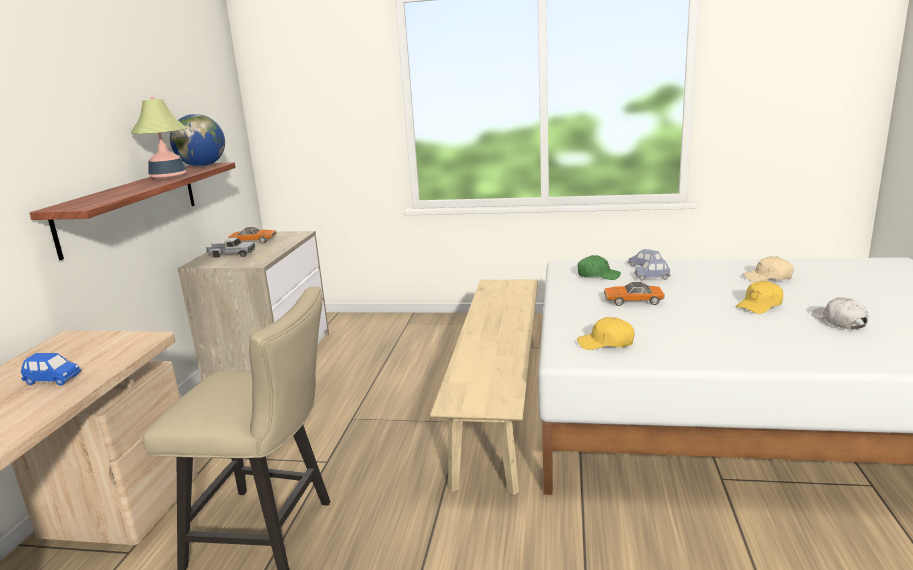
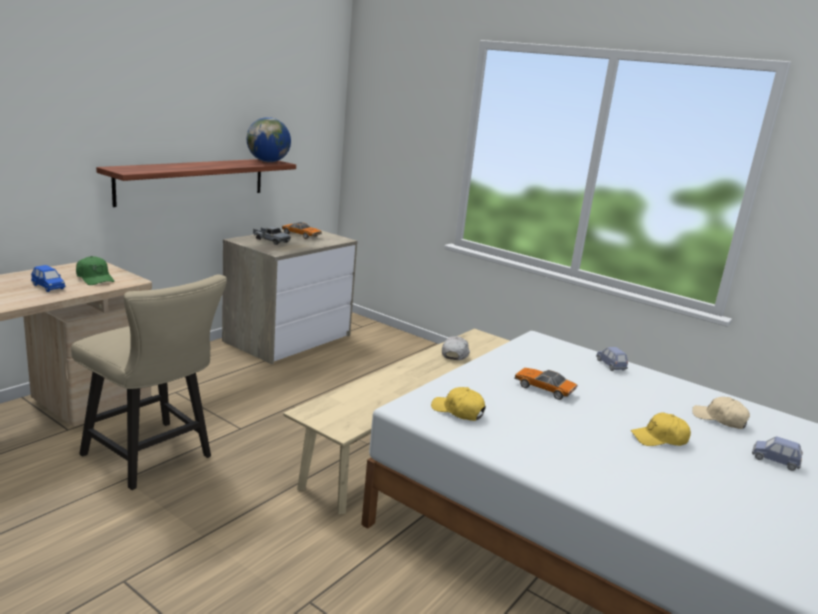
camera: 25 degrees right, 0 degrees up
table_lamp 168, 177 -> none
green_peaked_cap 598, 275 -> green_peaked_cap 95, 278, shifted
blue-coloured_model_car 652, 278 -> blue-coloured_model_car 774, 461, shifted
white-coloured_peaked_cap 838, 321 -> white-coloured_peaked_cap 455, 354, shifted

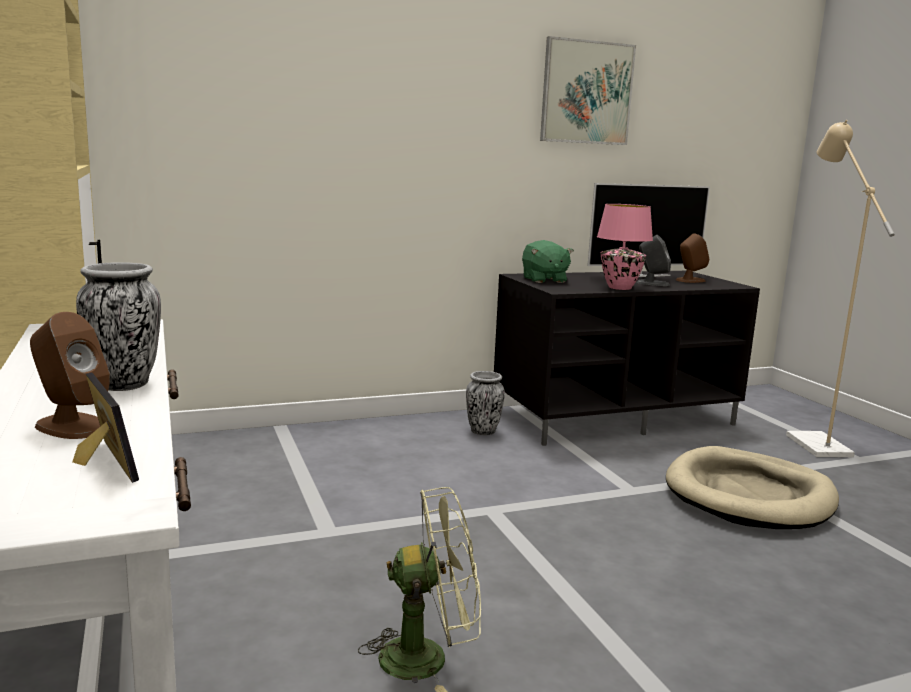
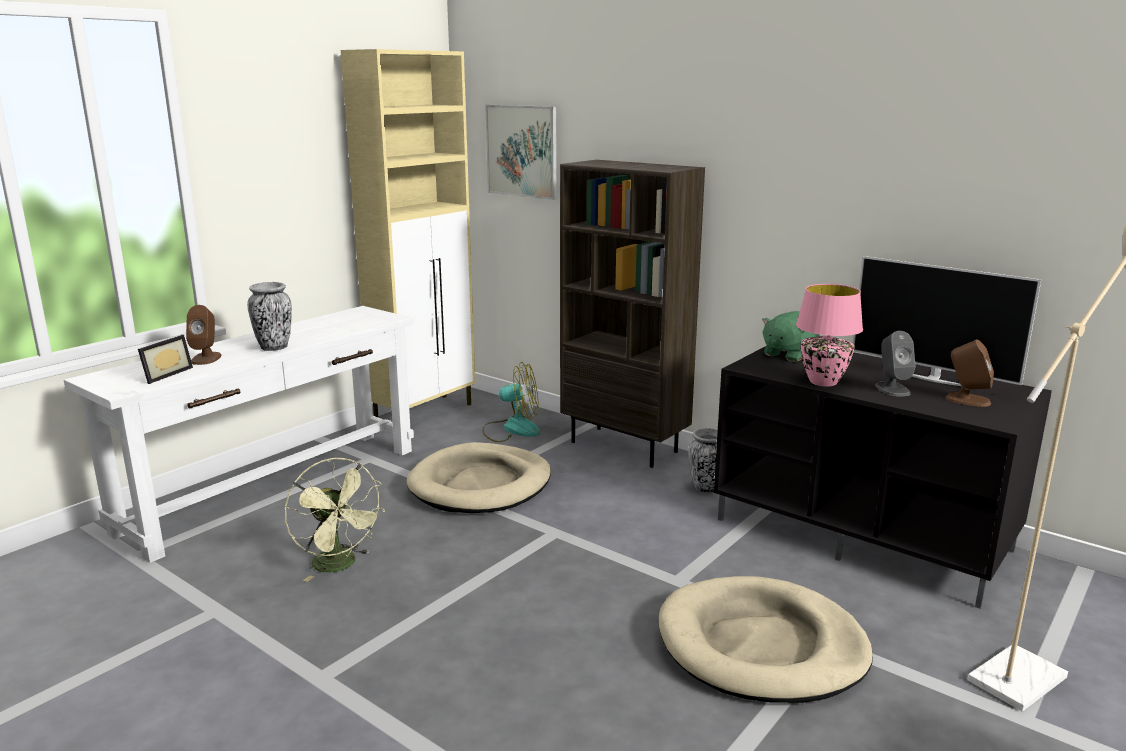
camera: 60 degrees right, 5 degrees up
none -> beige-coloured_dog_bed 481, 484
none -> fan 512, 429
none -> brown-coloured_bookshelf 625, 446
wall_picture 586, 92 -> wall_picture 522, 151, shifted

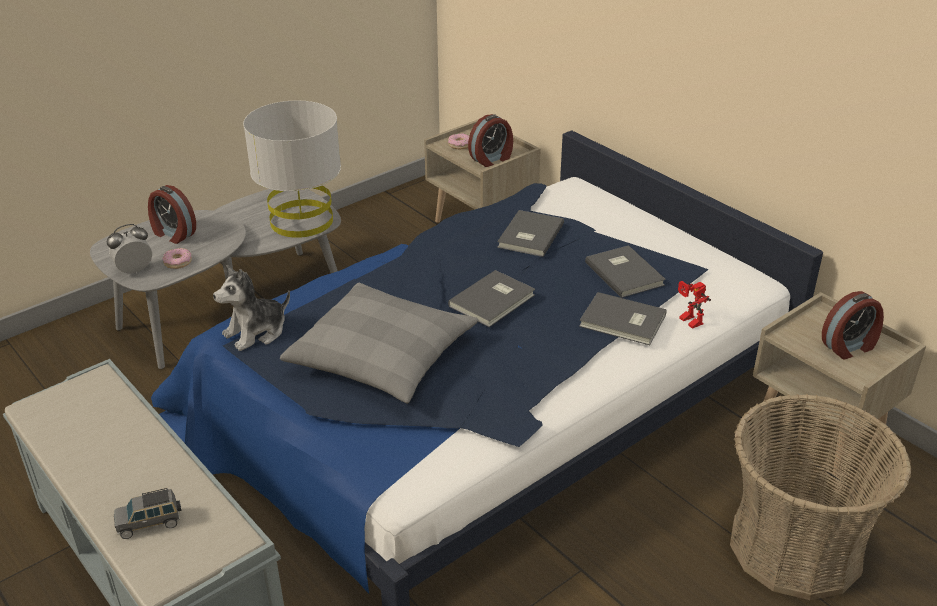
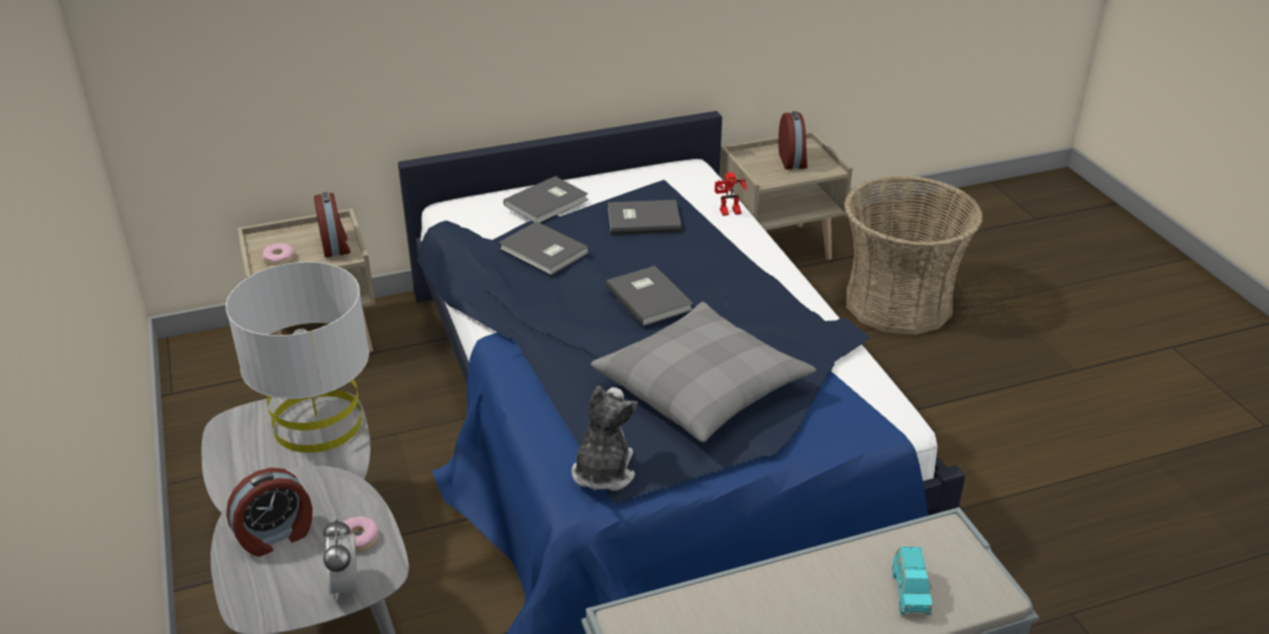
camera: 70 degrees left, 0 degrees up
greyish_bound_book 623, 322 -> greyish_bound_book 548, 202, shifted
greyish_model_car 150, 523 -> blue-green_model_car 910, 592
cuddly_toy 256, 332 -> cuddly_toy 603, 471, 150 degrees counterclockwise

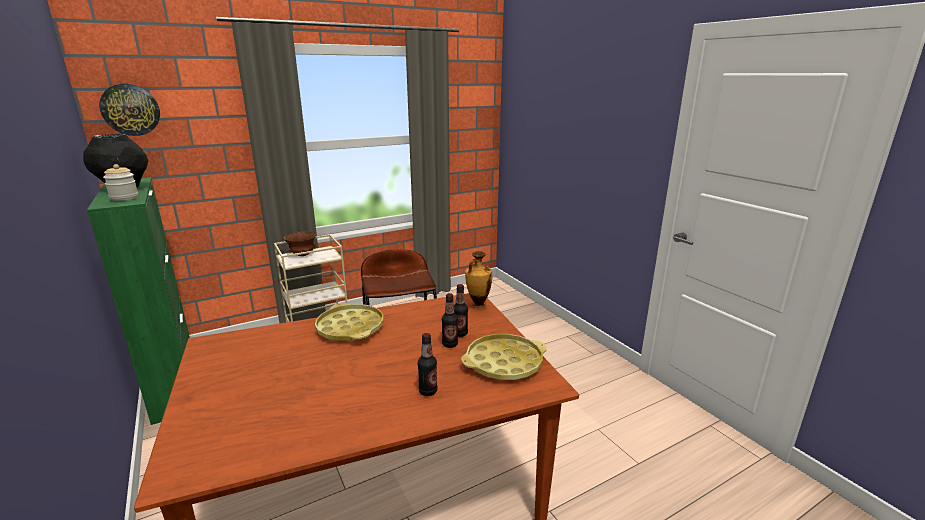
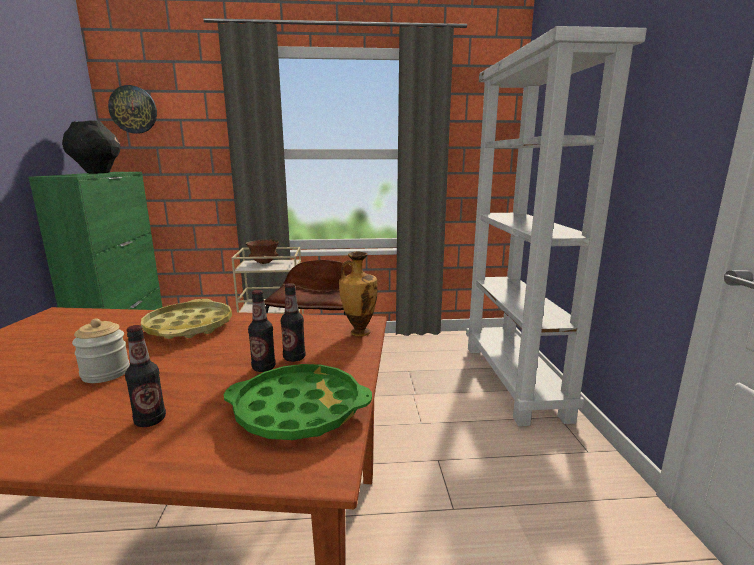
camera: 25 degrees right, 5 degrees down
none -> white-coloured_bookshelf 515, 380
jar 124, 198 -> jar 106, 373, shifted
yellow-coloured_carrying_tray 504, 363 -> green_carrying_tray 299, 410

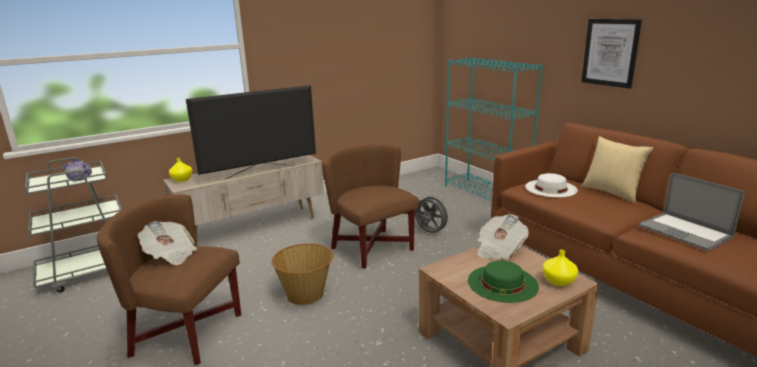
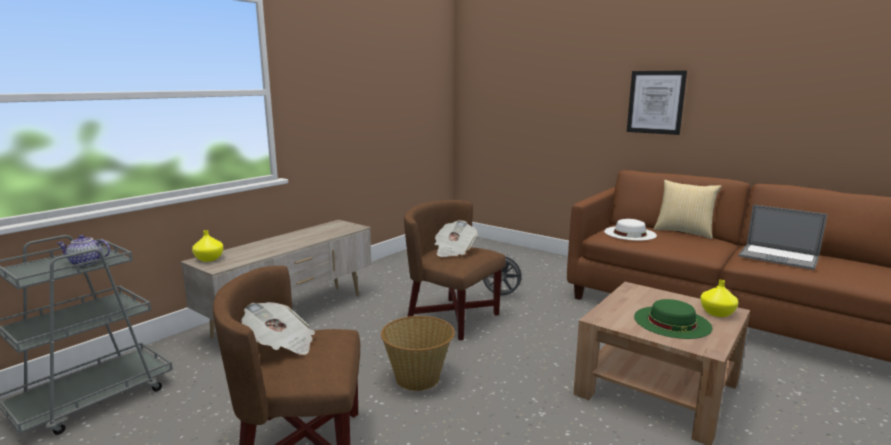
camera: 20 degrees left, 5 degrees down
TV_set 261, 172 -> none
blue-green_bookshelf 486, 194 -> none
printed_paper 499, 249 -> printed_paper 453, 251, shifted

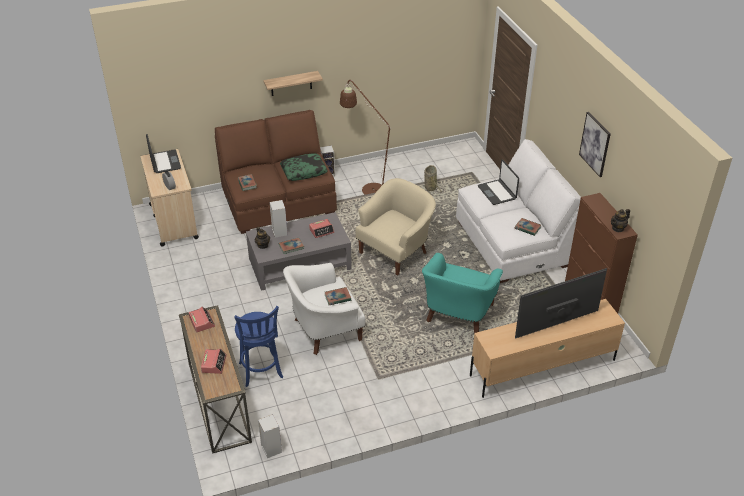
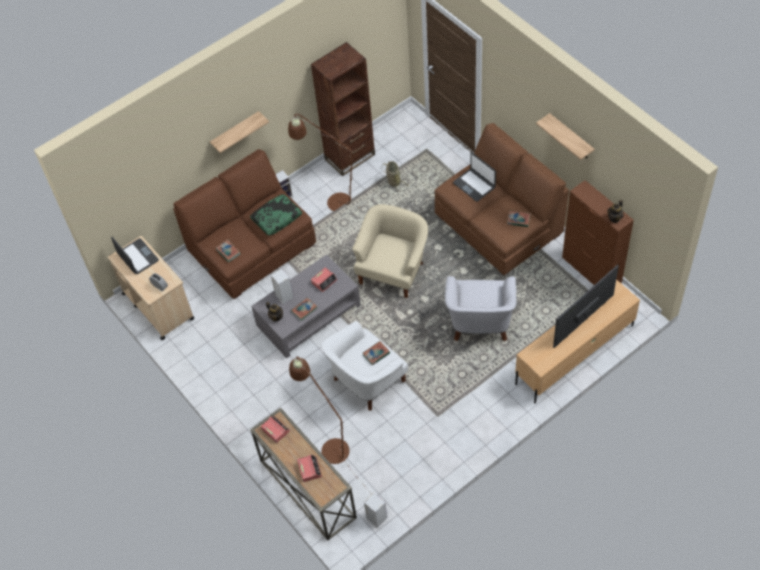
camera: 15 degrees left, 15 degrees up
none -> brown-coloured_bookshelf 350, 157
blue-coloured_stool 261, 372 -> brown-coloured_standing_lamp 330, 445
wall_picture 595, 144 -> bracket_shelf 571, 137
blue-green_lounge_chair 458, 315 -> white-coloured_lounge_chair 480, 323
white-coloured_sofa 512, 243 -> brown-coloured_sofa 498, 225

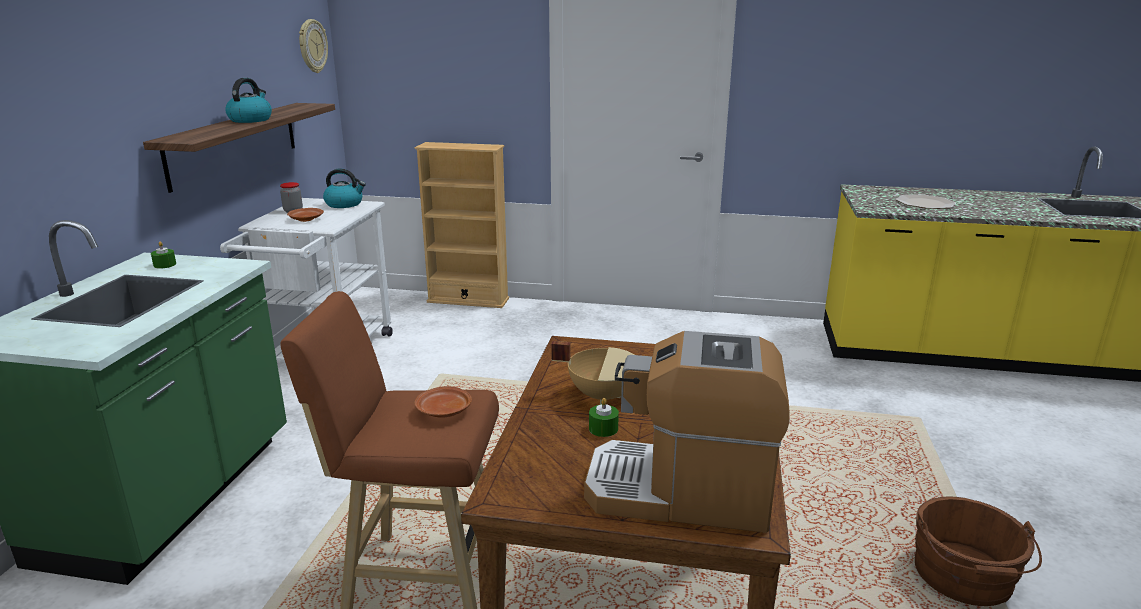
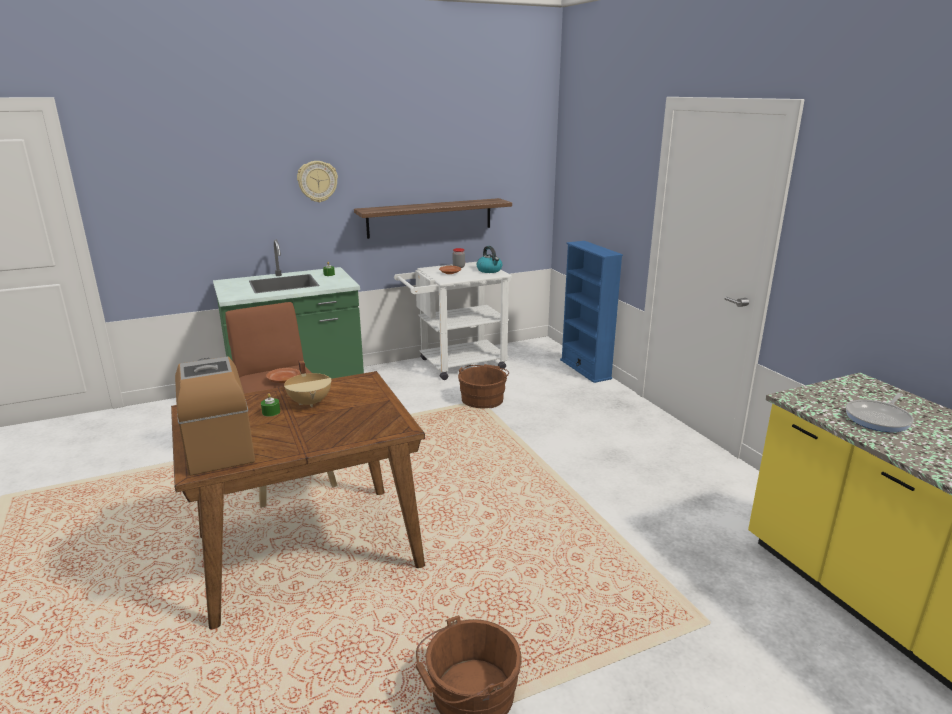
camera: 55 degrees right, 0 degrees up
water_kettle 250, 120 -> none
none -> brown-coloured_bucket 483, 398
clock_on_the_wall 312, 46 -> clock_on_the_wall 317, 181, shifted
plate 925, 203 -> skillet 879, 418
beige-coloured_bookshelf 468, 300 -> blue-coloured_bookshelf 585, 369

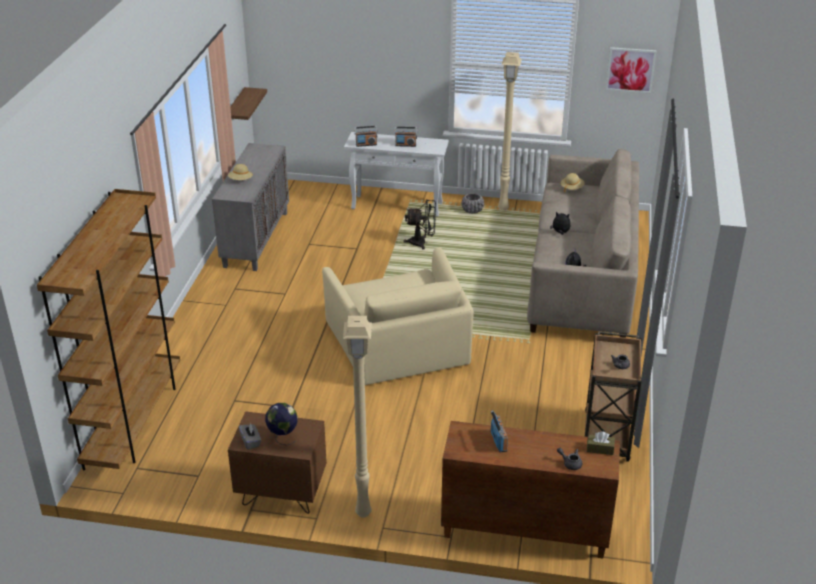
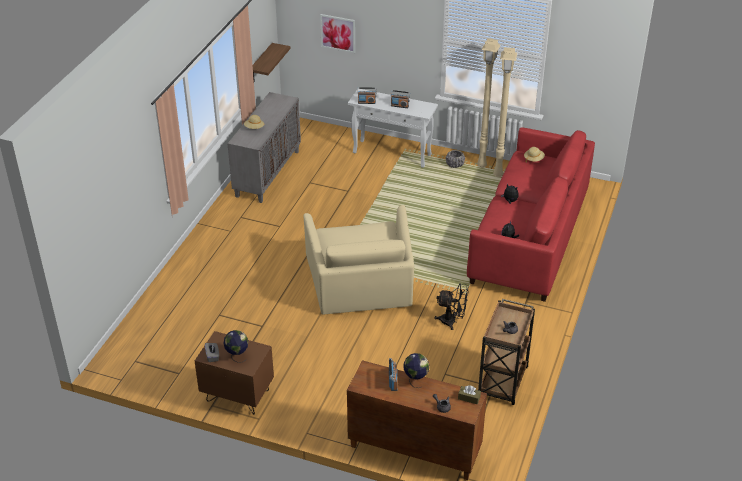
camera: 10 degrees right, 5 degrees up
brown-coloured_bookshelf 134, 421 -> none
none -> world_globe 415, 380
beige-coloured_standing_lamp 362, 512 -> beige-coloured_standing_lamp 497, 175, shifted
blackish_fan 422, 243 -> blackish_fan 452, 321, shifted
wall_picture 630, 70 -> wall_picture 338, 33, shifted
beige-coloured_sofa 582, 276 -> red-coloured_sofa 529, 237

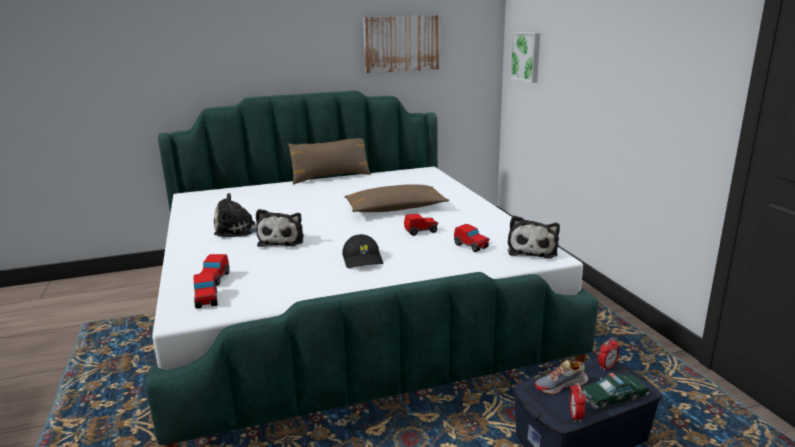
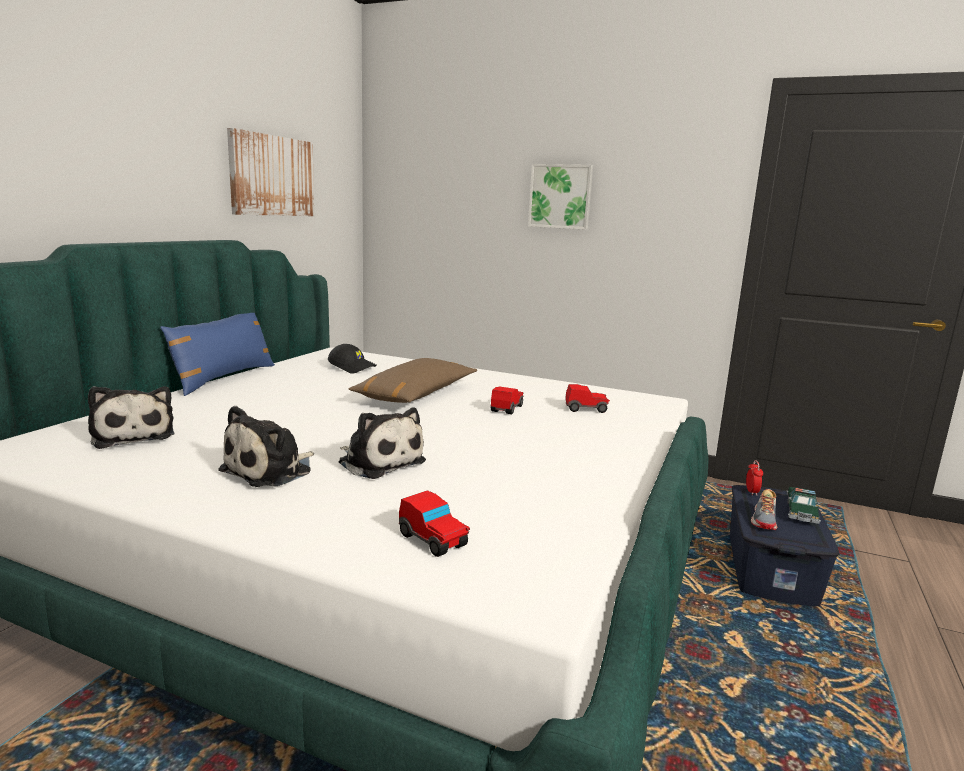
camera: 50 degrees left, 5 degrees down
model_car 206, 300 -> none
bedside_clock 575, 416 -> none
blackish_peaked_cap 363, 260 -> blackish_peaked_cap 353, 367, shifted
cuddly_toy 532, 250 -> cuddly_toy 132, 435, shifted
wall_picture 526, 56 -> wall_picture 560, 196, shifted
brown-coloured_throw_pillow 330, 177 -> blue-coloured_throw_pillow 224, 378

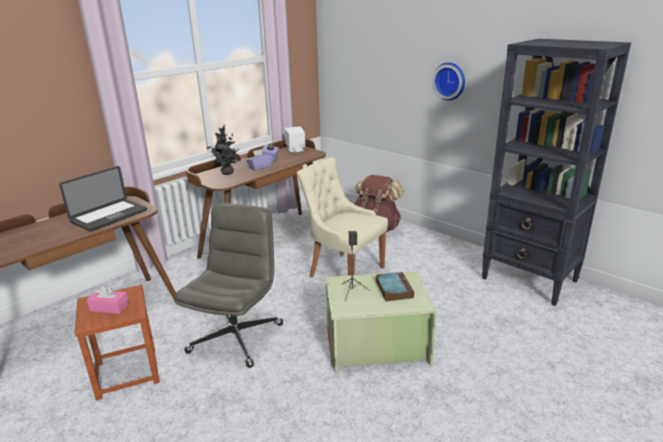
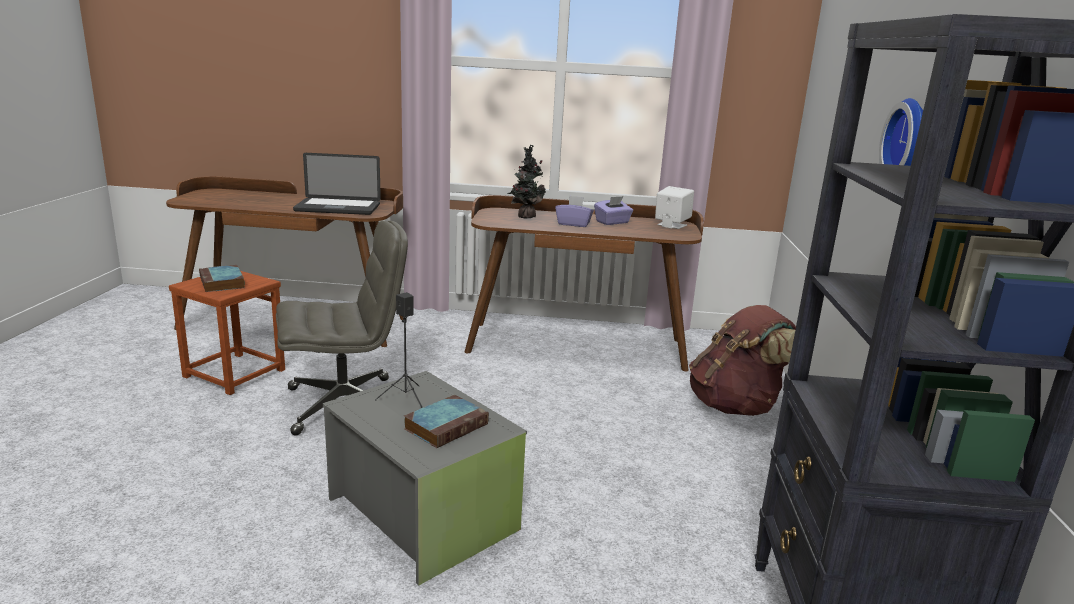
camera: 50 degrees right, 5 degrees down
beige-coloured_plain_chair 344, 271 -> none
pinkish_box_of_tissues 109, 307 -> bound_book 222, 283
green_storage_bin 376, 345 -> greyish_storage_bin 424, 512

